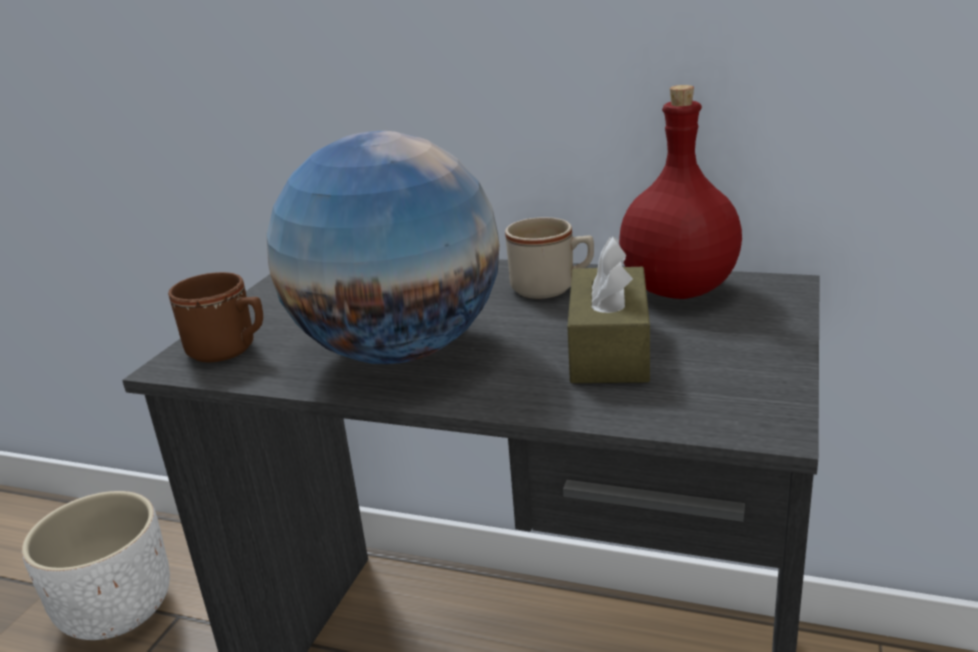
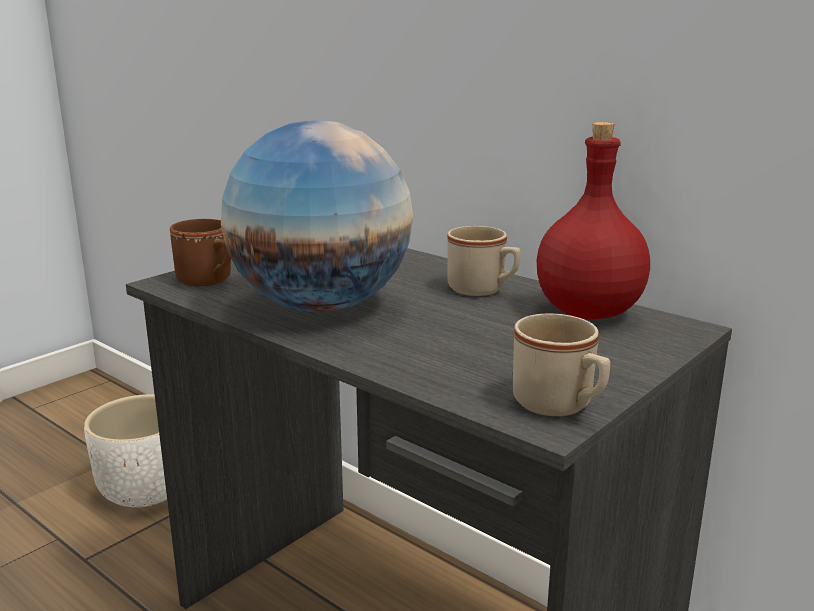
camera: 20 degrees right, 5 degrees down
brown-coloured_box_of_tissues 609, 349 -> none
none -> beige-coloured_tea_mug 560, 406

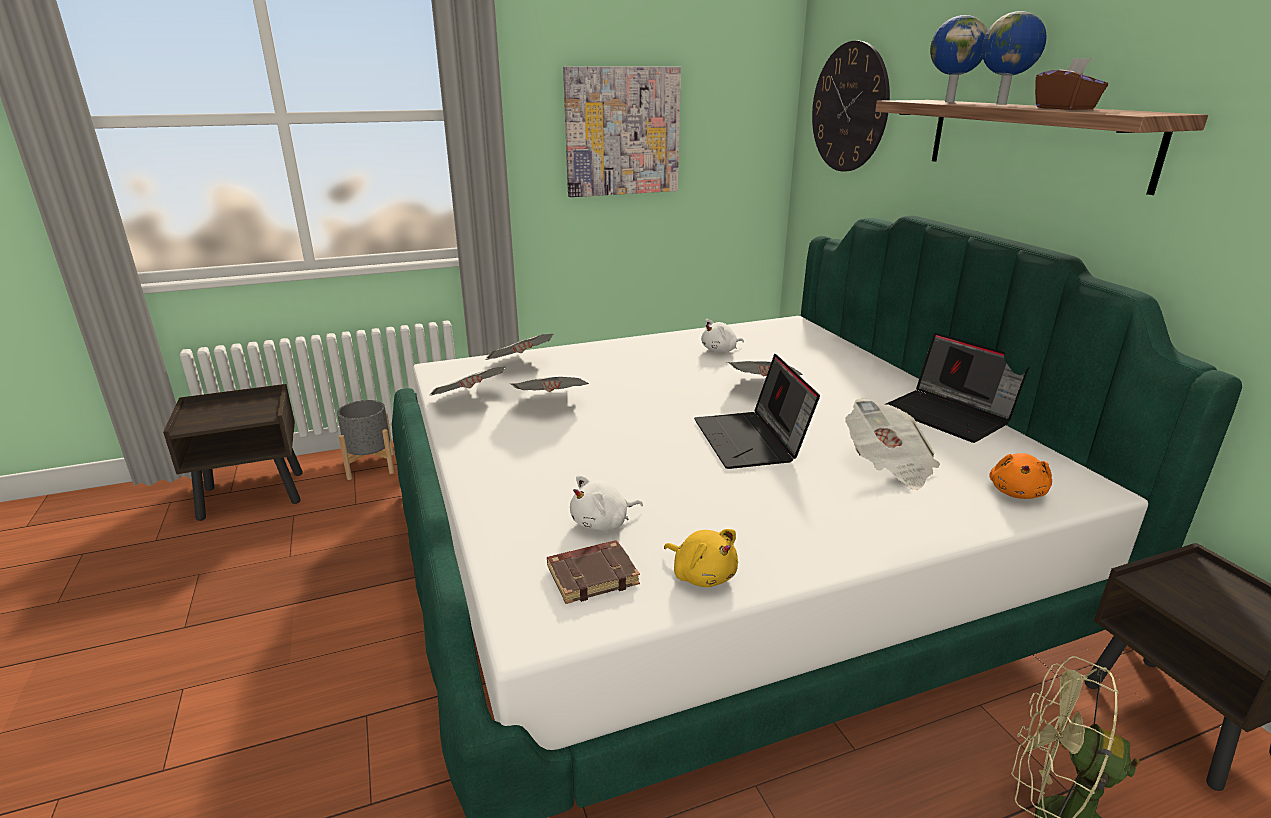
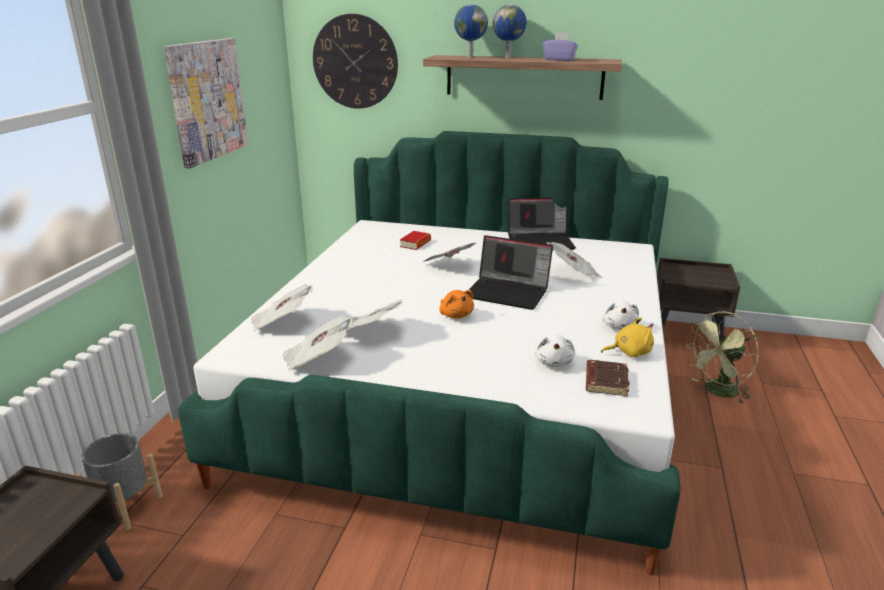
camera: 55 degrees left, 0 degrees up
none -> bound_book 415, 244
white-coloured_cuddly_toy 720, 350 -> white-coloured_cuddly_toy 619, 326, shifted
orangey_cuddly_toy 1017, 492 -> orangey_cuddly_toy 455, 315, shifted
brown-coloured_box_of_tissues 1065, 108 -> purplish_box_of_tissues 559, 59

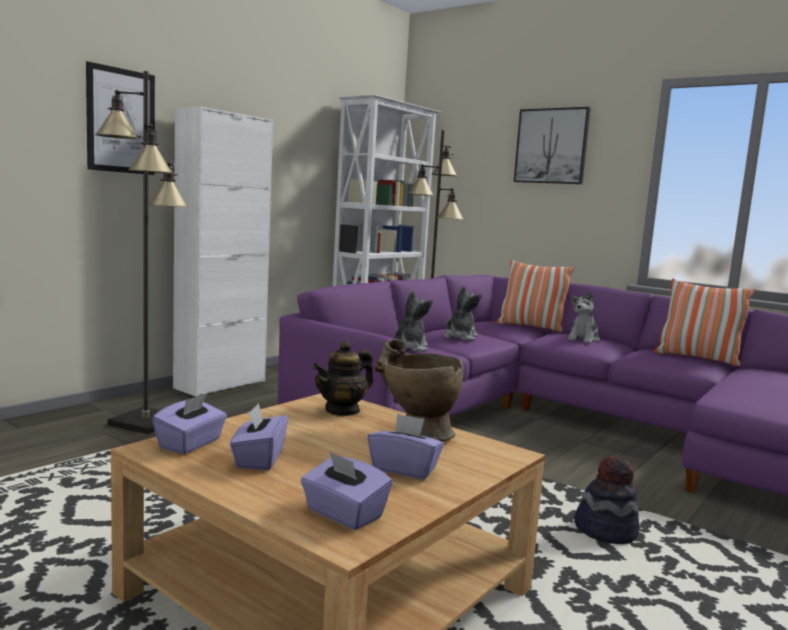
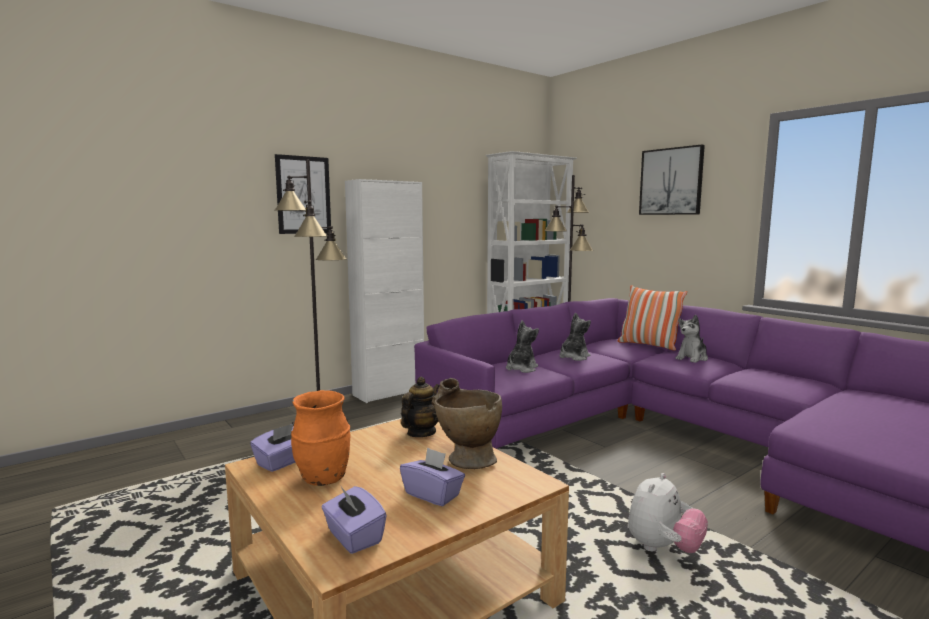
camera: 15 degrees right, 0 degrees up
throw_pillow 697, 358 -> none
purplish_box_of_tissues 258, 459 -> orangey_decorative_vase 323, 479
hat 605, 530 -> cuddly_toy 663, 548
pot_for_tea 342, 410 -> pot_for_tea 421, 433, 150 degrees clockwise

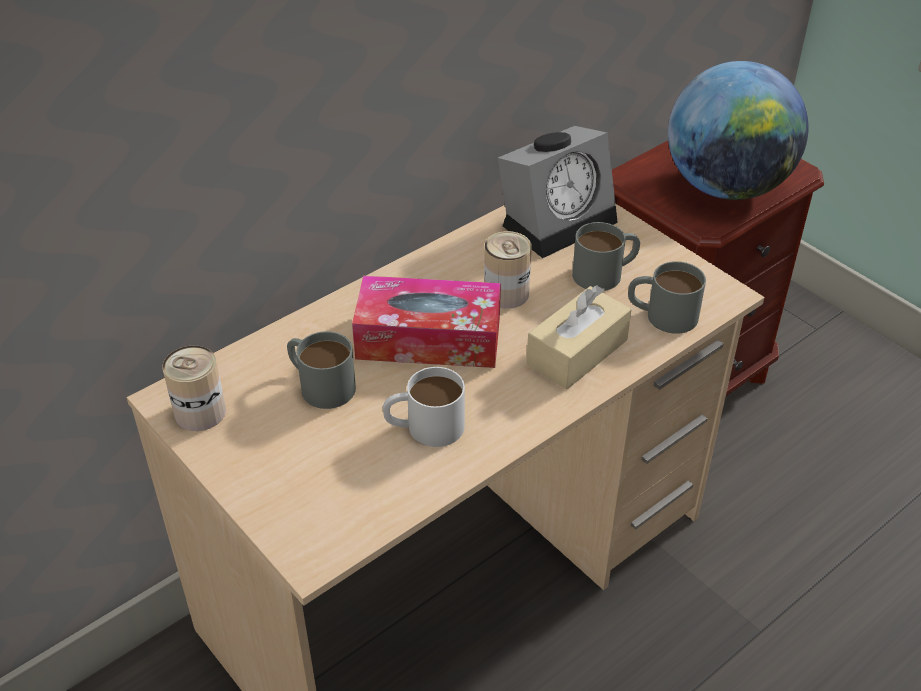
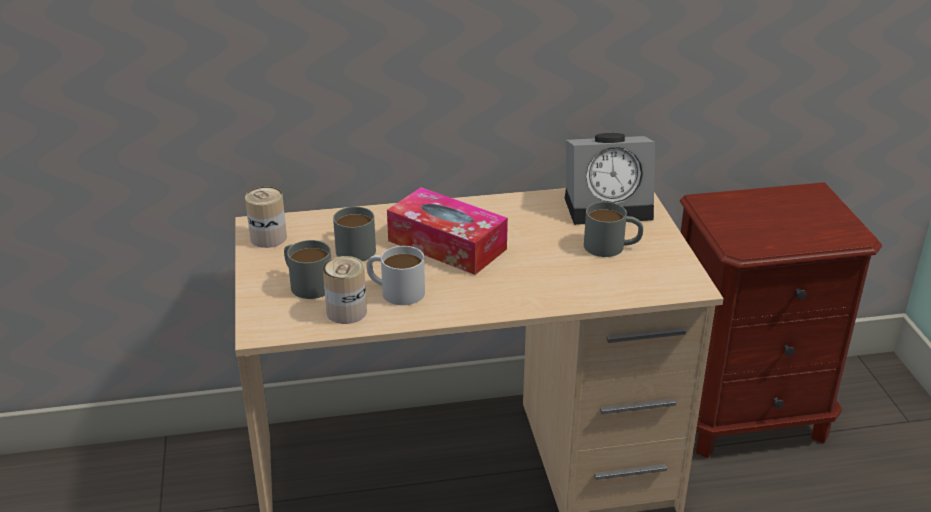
camera: 30 degrees right, 10 degrees down
beige-coloured_box_of_tissues 577, 352 -> none
world_globe 726, 187 -> none
sealed_can 506, 293 -> sealed_can 346, 312, shifted
greyish_tea_mug 662, 314 -> greyish_tea_mug 306, 283, shifted

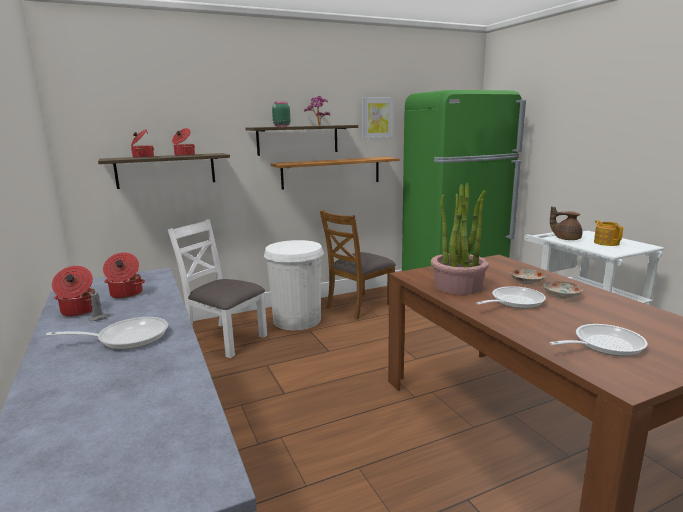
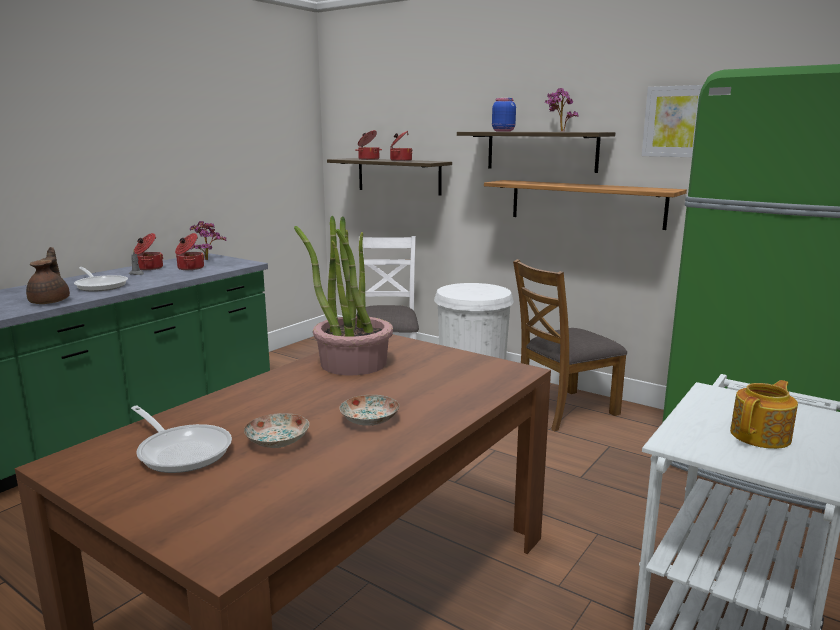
camera: 60 degrees right, 0 degrees up
skillet 513, 302 -> none
none -> houseplant 207, 259
plate 526, 281 -> plate 277, 441, shifted
brown-coloured_pot_for_tea 566, 239 -> brown-coloured_pot_for_tea 51, 301, shifted
green_jar 281, 126 -> blue-coloured_jar 503, 131
brown-coloured_plain_chair 359, 305 -> brown-coloured_plain_chair 563, 410, 45 degrees counterclockwise

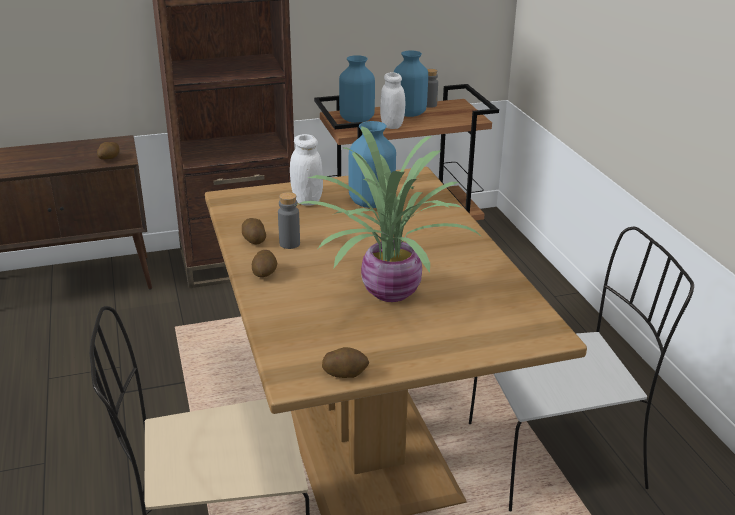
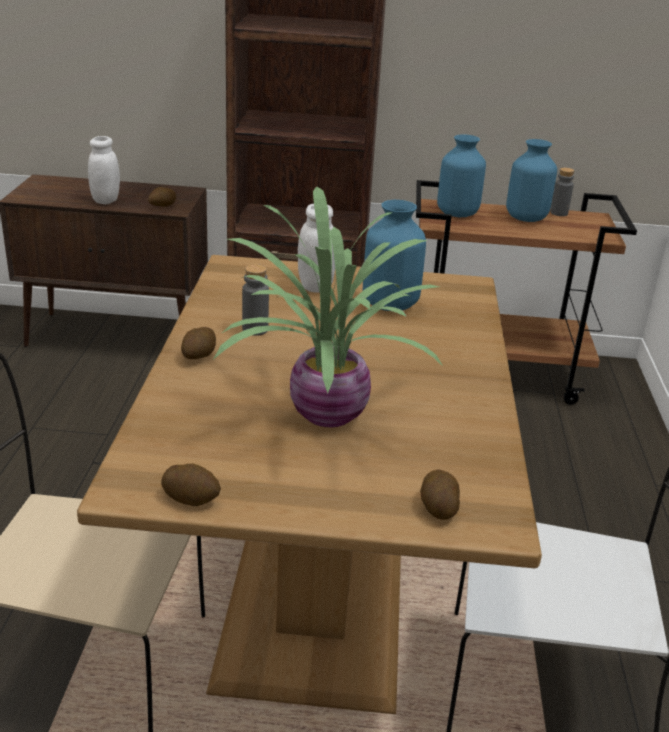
camera: 20 degrees right, 0 degrees up
spud 254, 240 -> spud 438, 507, shifted
white-coloured_jar 392, 126 -> white-coloured_jar 106, 200, shifted

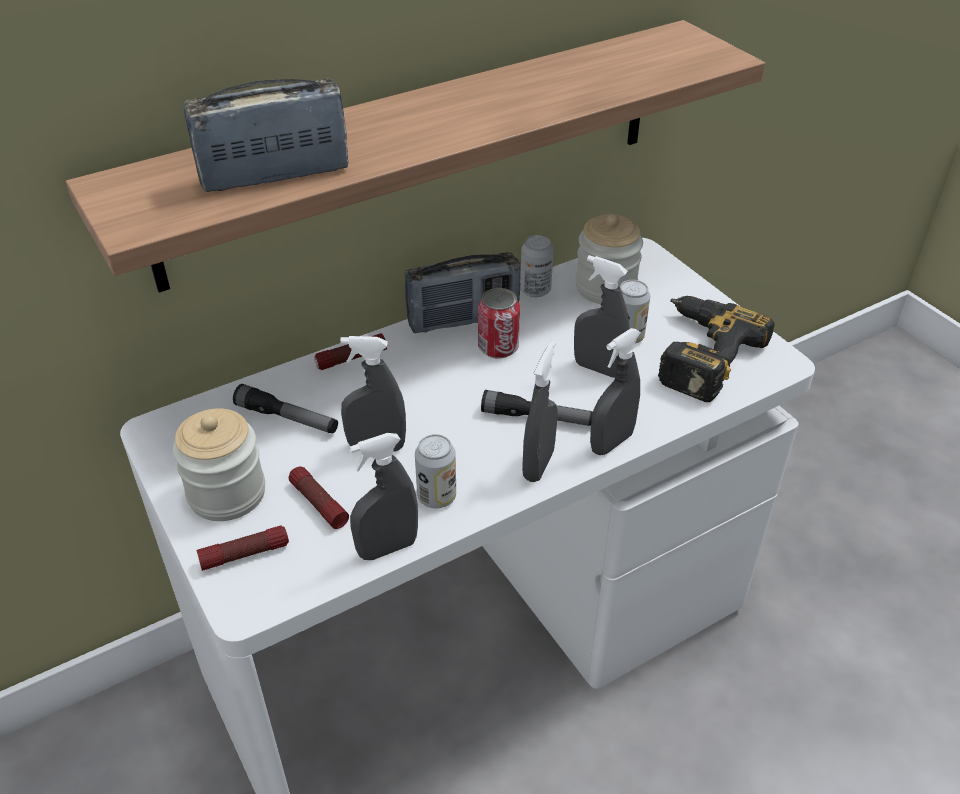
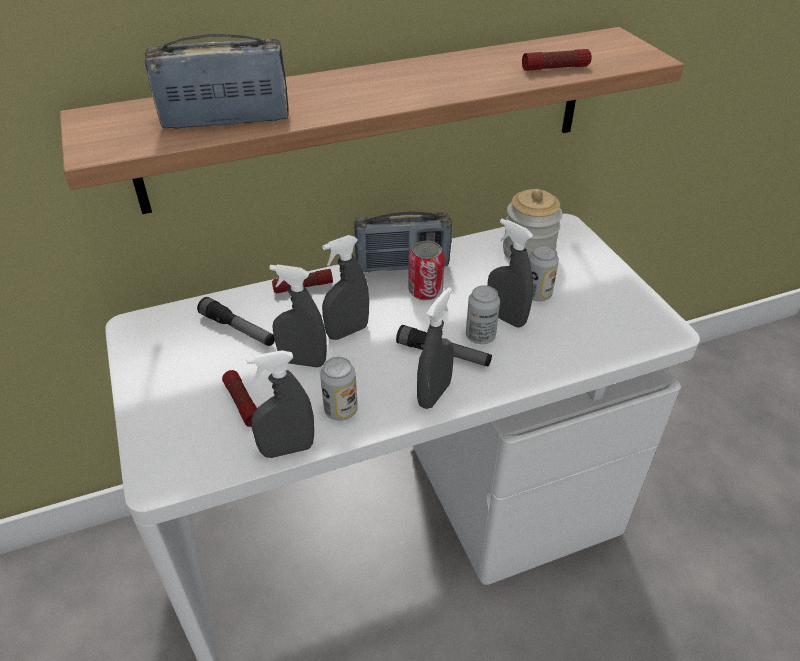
camera: 10 degrees right, 0 degrees up
jar 227, 493 -> none
power_drill 696, 353 -> none
torch 245, 554 -> torch 555, 68, shifted
sealed_can 535, 290 -> sealed_can 480, 336, shifted
greyish_spray_bottle 611, 442 -> greyish_spray_bottle 347, 331, shifted

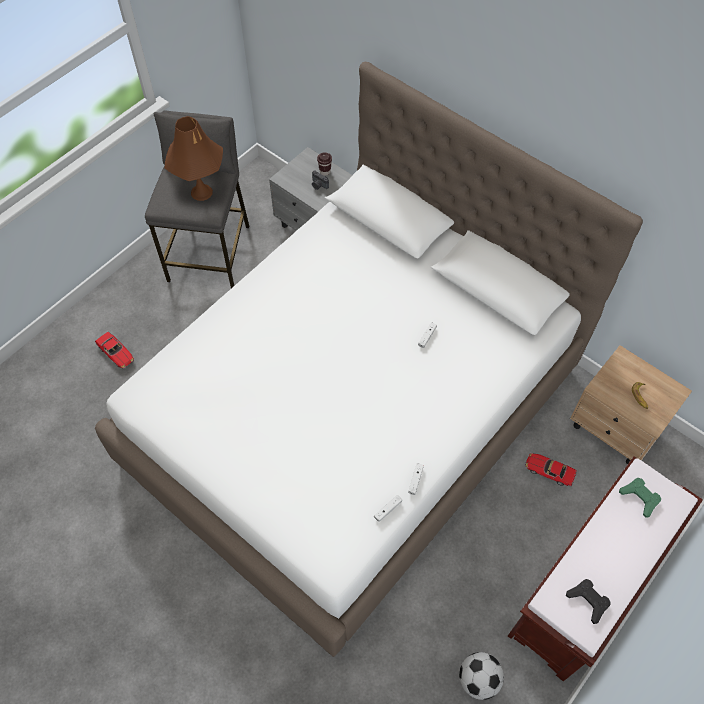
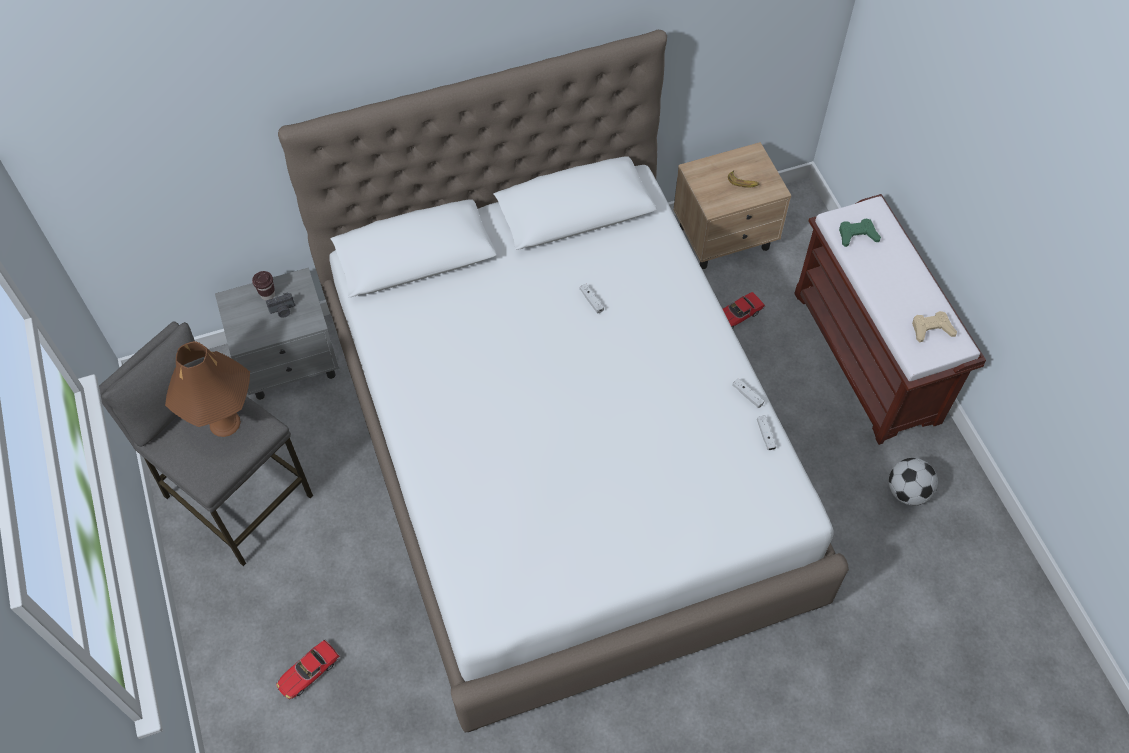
camera: 60 degrees left, 0 degrees up
blackish_joypad 588, 601 -> beige-coloured_joypad 931, 329
model_car 116, 353 -> model_car 308, 672, 150 degrees clockwise

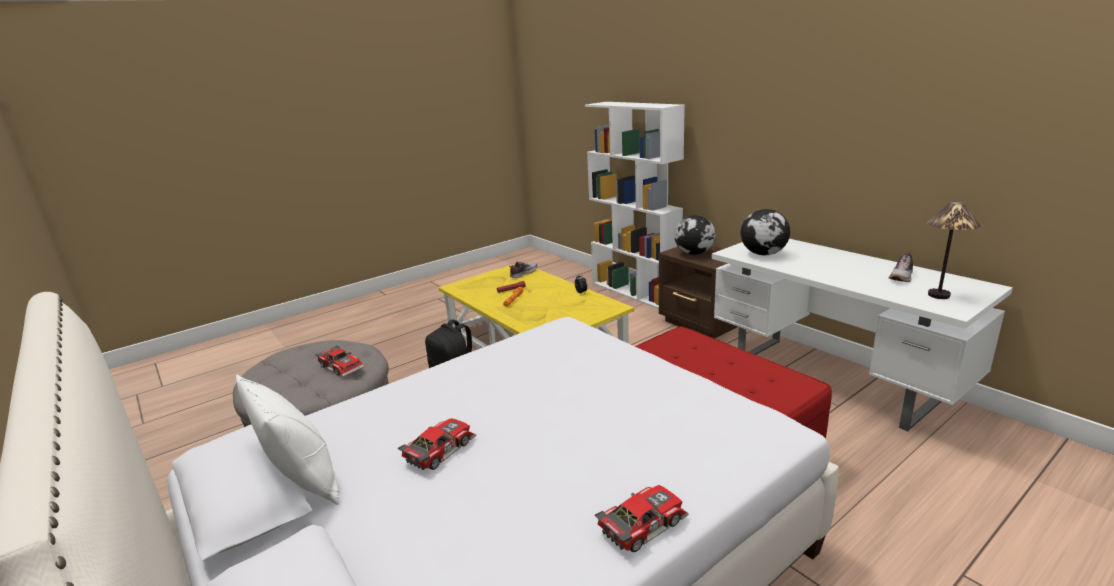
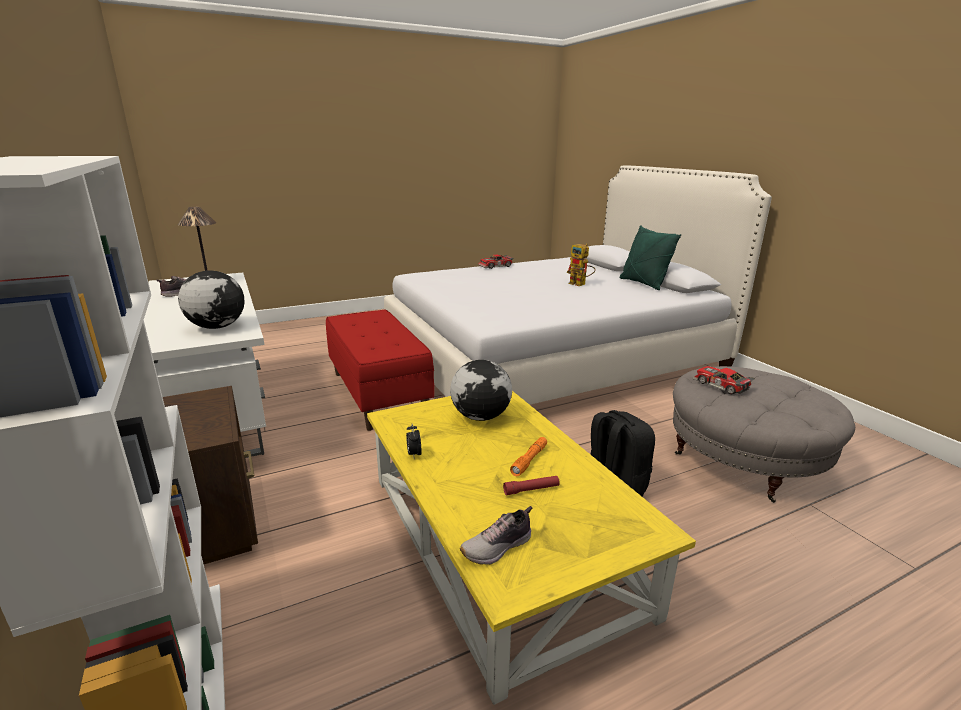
camera: 170 degrees left, 0 degrees up
world_globe 694, 253 -> world_globe 481, 416, shifted
model_car 438, 449 -> robot_figure 580, 284
white-coloured_throw_pillow 303, 481 -> green_throw_pillow 643, 283

